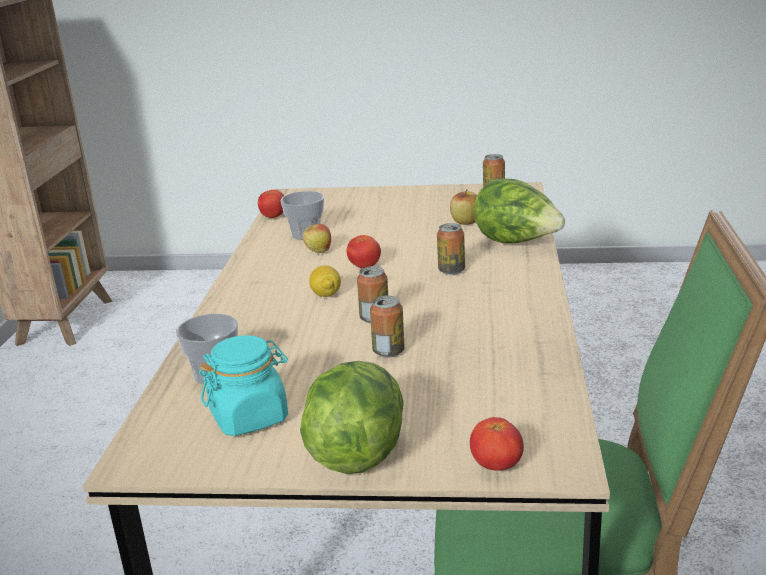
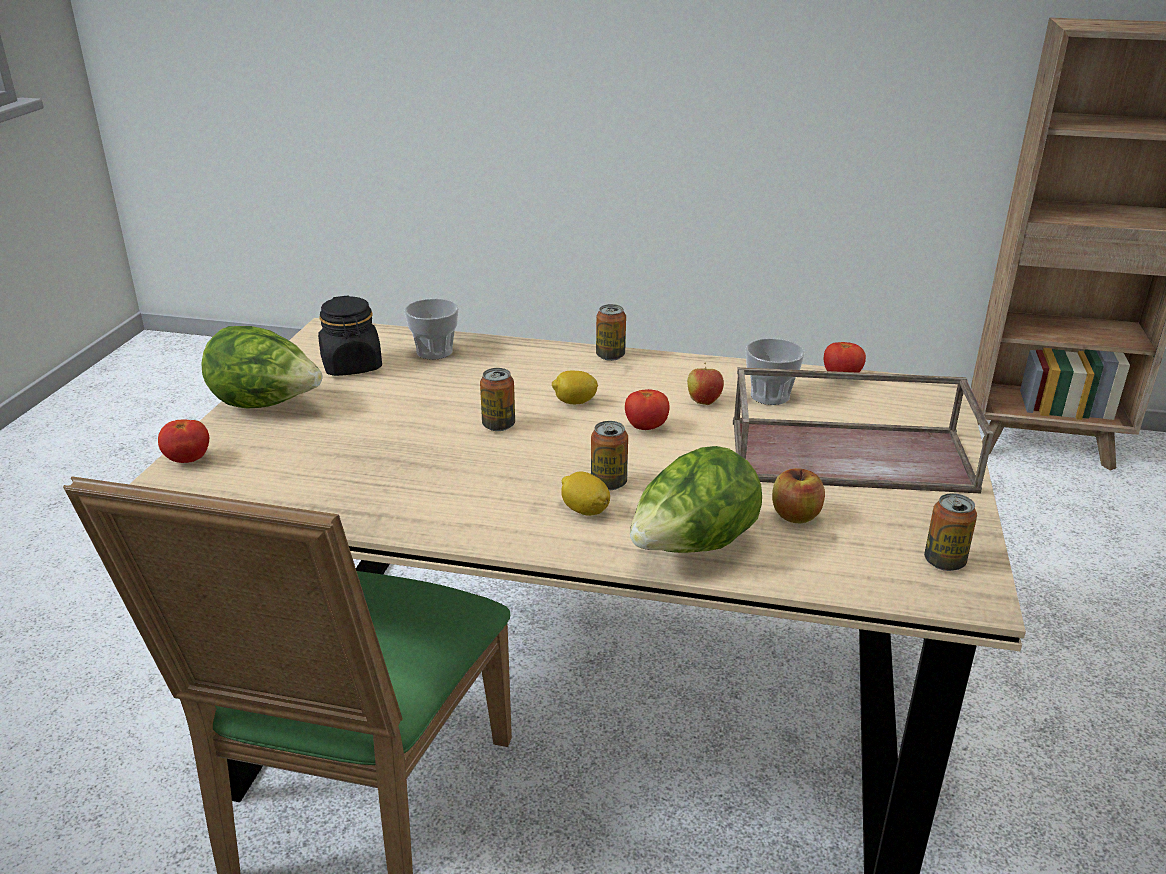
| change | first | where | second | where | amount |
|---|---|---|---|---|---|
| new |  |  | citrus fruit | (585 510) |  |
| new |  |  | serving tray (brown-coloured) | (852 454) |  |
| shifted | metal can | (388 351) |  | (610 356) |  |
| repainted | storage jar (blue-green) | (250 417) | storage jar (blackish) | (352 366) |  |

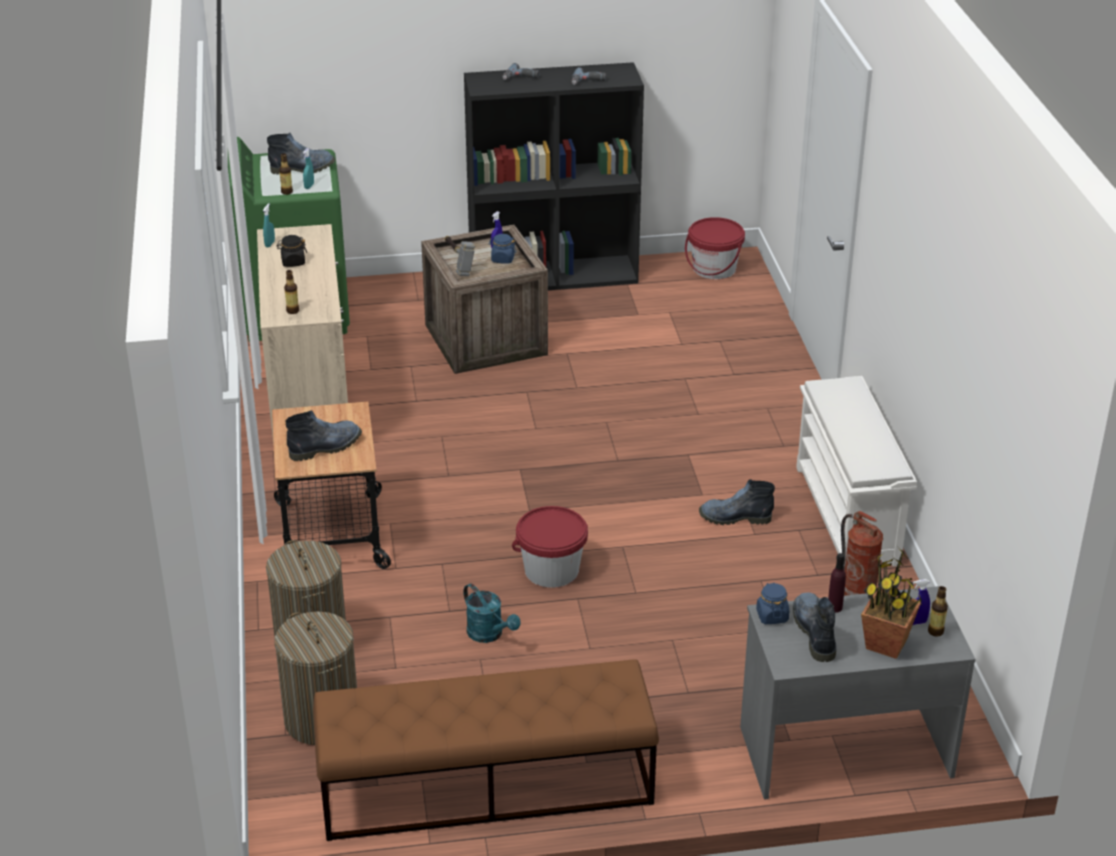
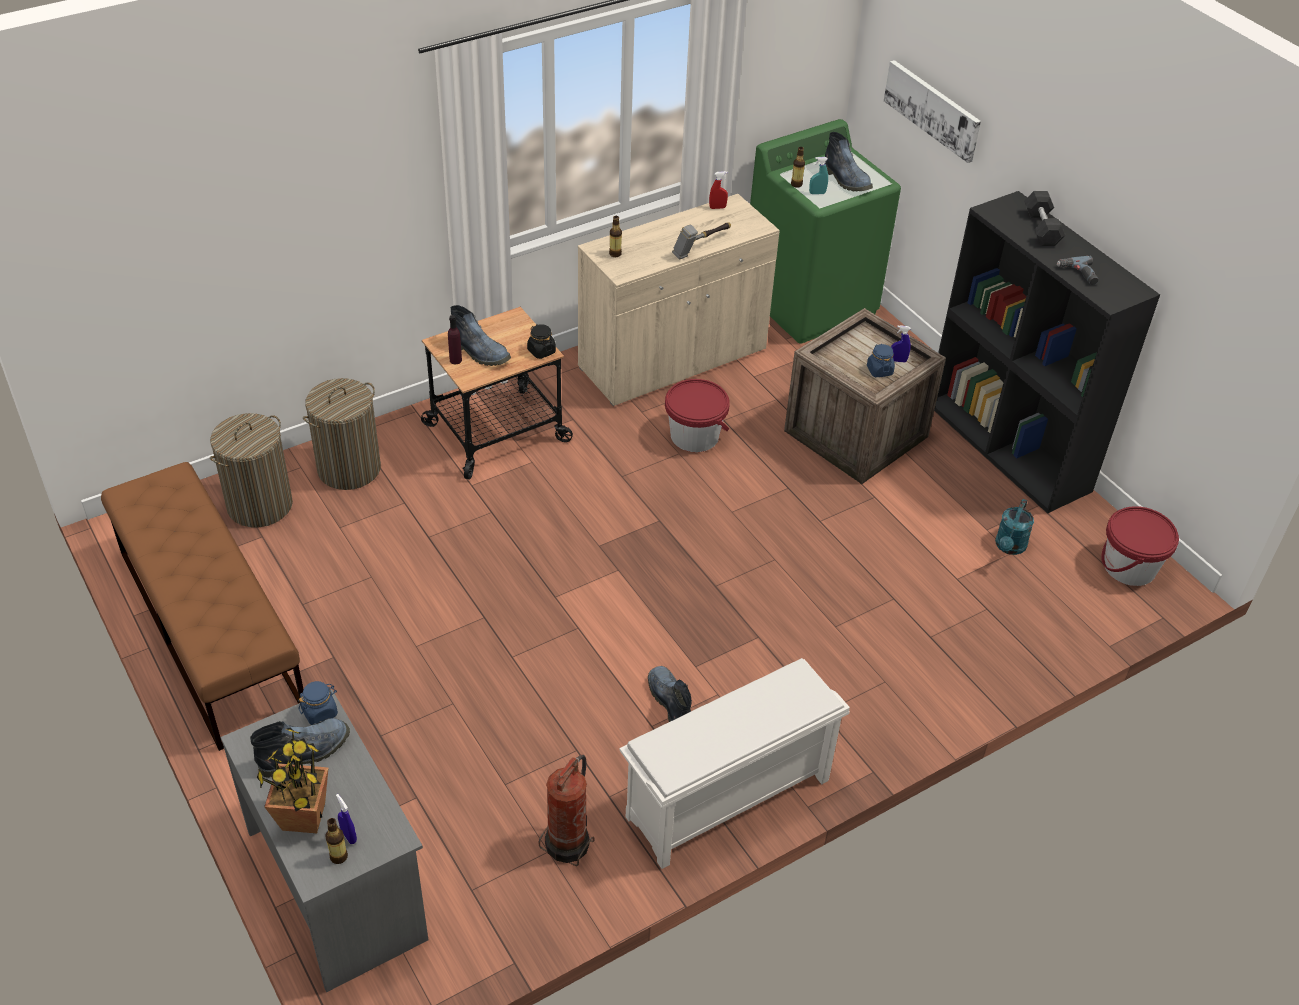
| change | first | where | second | where | amount |
|---|---|---|---|---|---|
| new |  |  | wall art | (933 110) |  |
| shifted | storage jar (blackish) | (293 262) |  | (541 351) |  |
| shifted | tool hammer | (458 262) |  | (701 247) |  |
| shifted | watering pot (blue-green) | (489 634) |  | (1009 547) |  |
| shifted | water bucket (red) | (551 570) |  | (694 436) |  |
| shifted | drink bottle (purplish) | (834 607) |  | (455 360) |  |
| swapped | power drill | (520 78) | hand weight (greyish) | (1041 228) |  |
| repainted | sprayer (blue-green) | (270 244) | sprayer (red) | (717 207) |  |

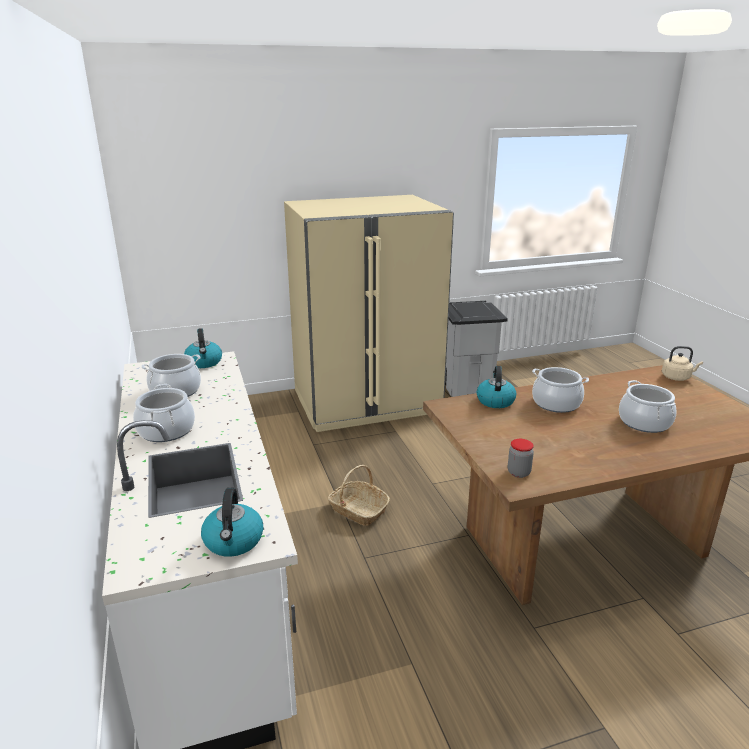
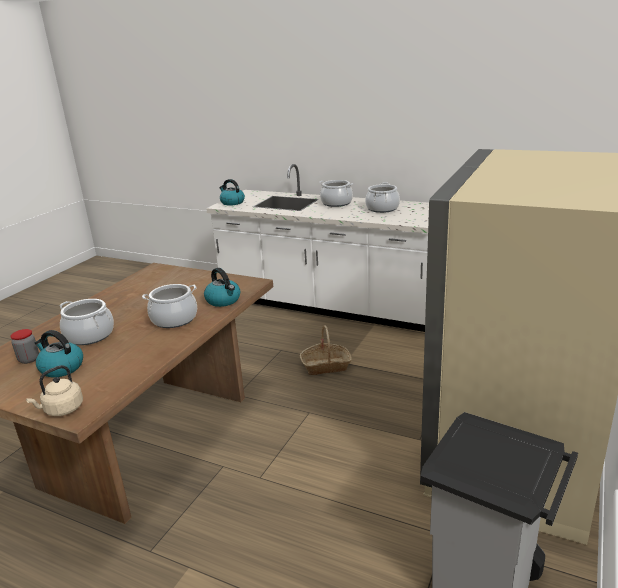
| change | first | where | second | where | amount |
|---|---|---|---|---|---|
| shifted | kettle | (204 363) |  | (61 368) |  |
| shifted | storage jar | (518 472) |  | (29 359) |  |

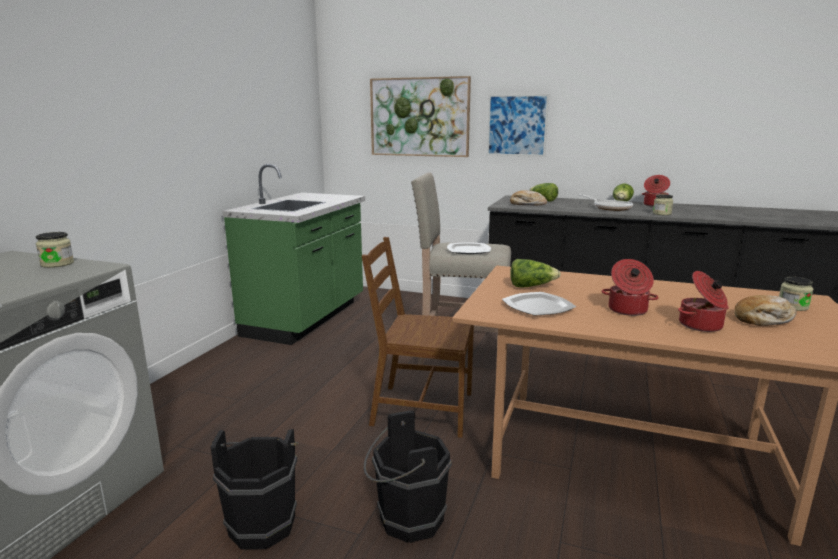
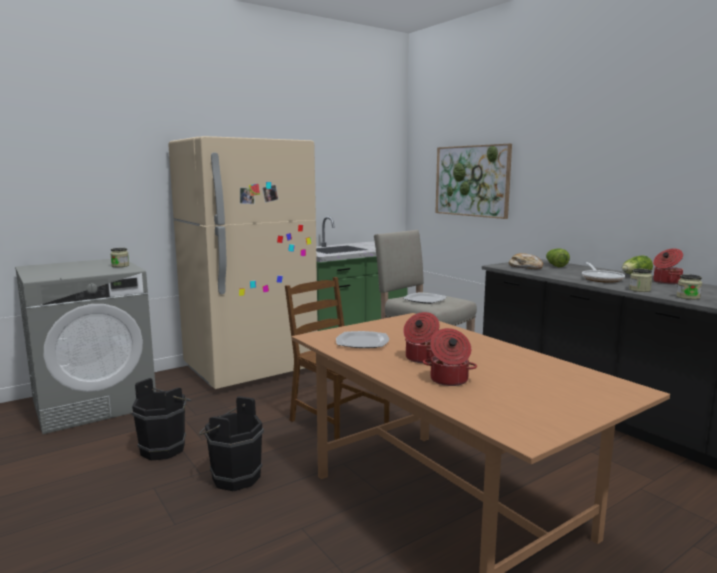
| change | first | where | second | where | amount |
|---|---|---|---|---|---|
| gone | wall art | (517 125) |  |  |  |
| gone | head of lettuce | (531 286) |  |  |  |
| gone | baked bread | (763 319) |  |  |  |
| new |  |  | kitchen fridge (beige-coloured) | (250 369) |  |
| shifted | storage jar | (792 306) |  | (688 297) |  |

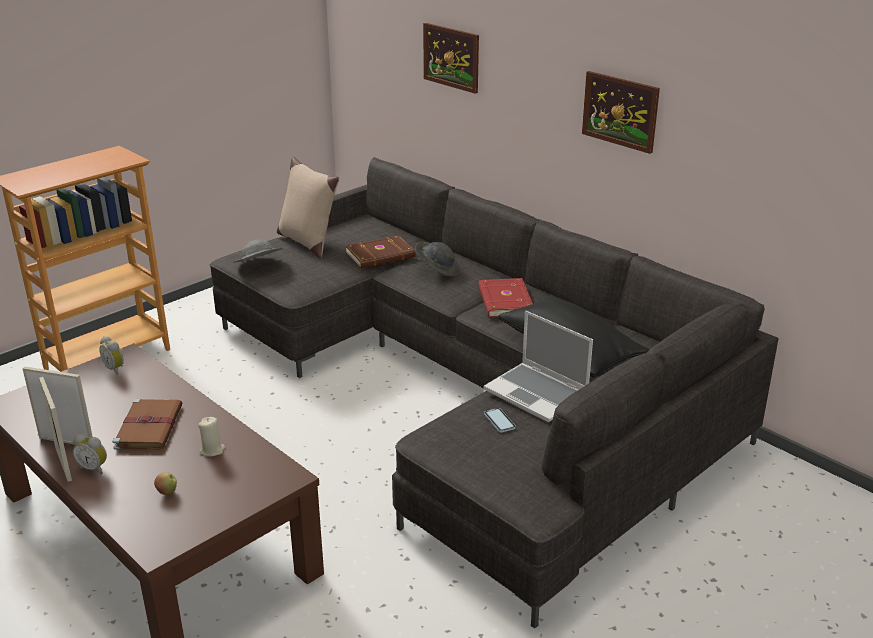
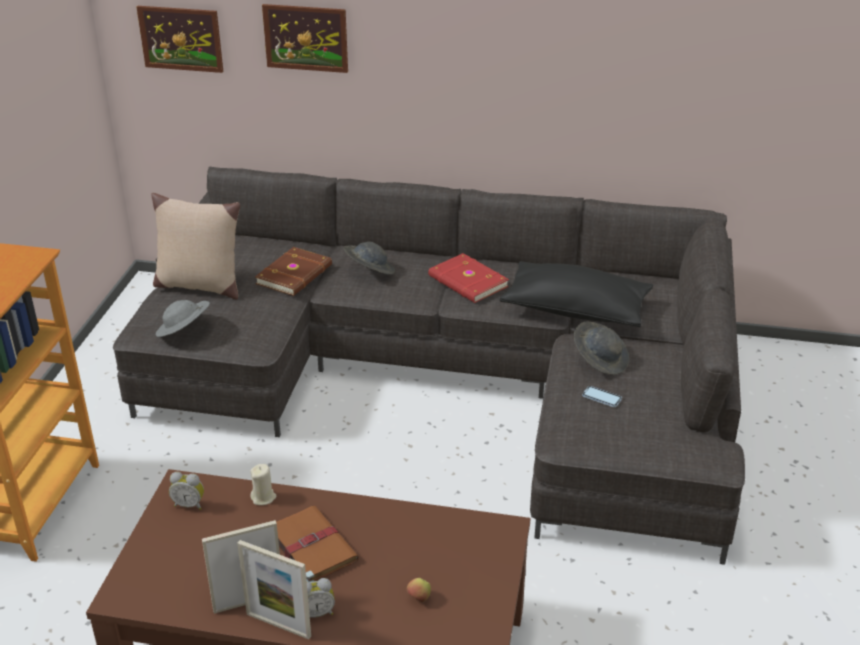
| change | first | where | second | where | amount |
|---|---|---|---|---|---|
| shifted | wax candle (beige-coloured) | (212 450) |  | (263 497) |  |
| shifted | wall art | (620 111) |  | (181 38) |  |
| swapped | laptop | (538 394) | clothing hat (greyish) | (600 360) |  |

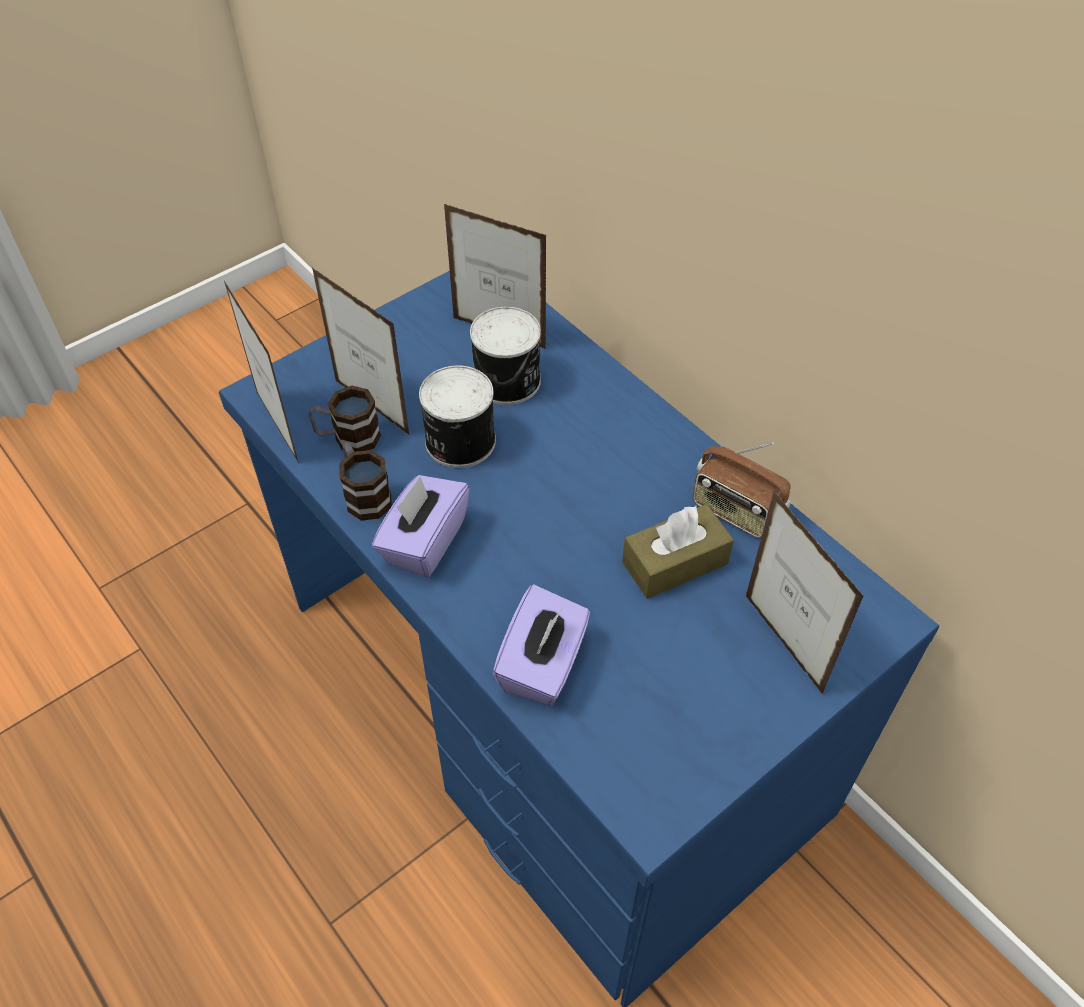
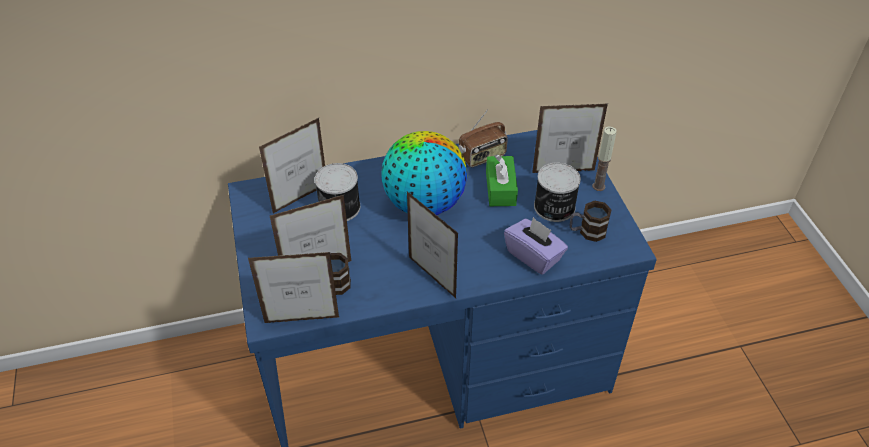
| change | first | where | second | where | amount |
|---|---|---|---|---|---|
| new |  |  | world globe | (424 203) |  |
| new |  |  | wax candle | (598 186) |  |
| shifted | coffee mug | (364 494) |  | (587 232) |  |
| shifted | metal can | (458 441) |  | (554 207) |  |
| swapped | tissue box (purplish) | (424 542) | photo frame | (432 277) |  |
| repainted | tissue box (brown-coloured) | (675 563) | tissue box (greenish) | (500 188) |  |

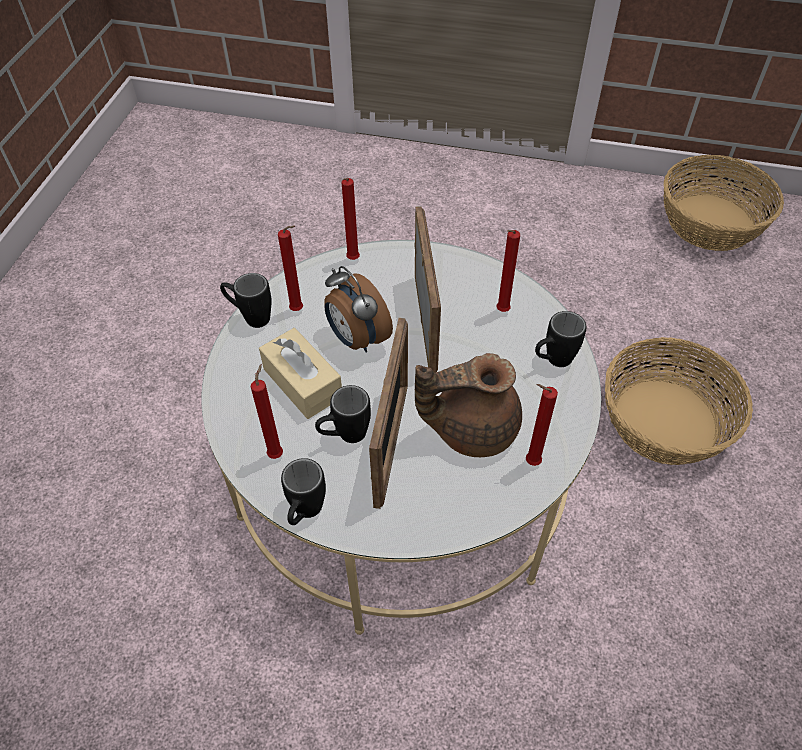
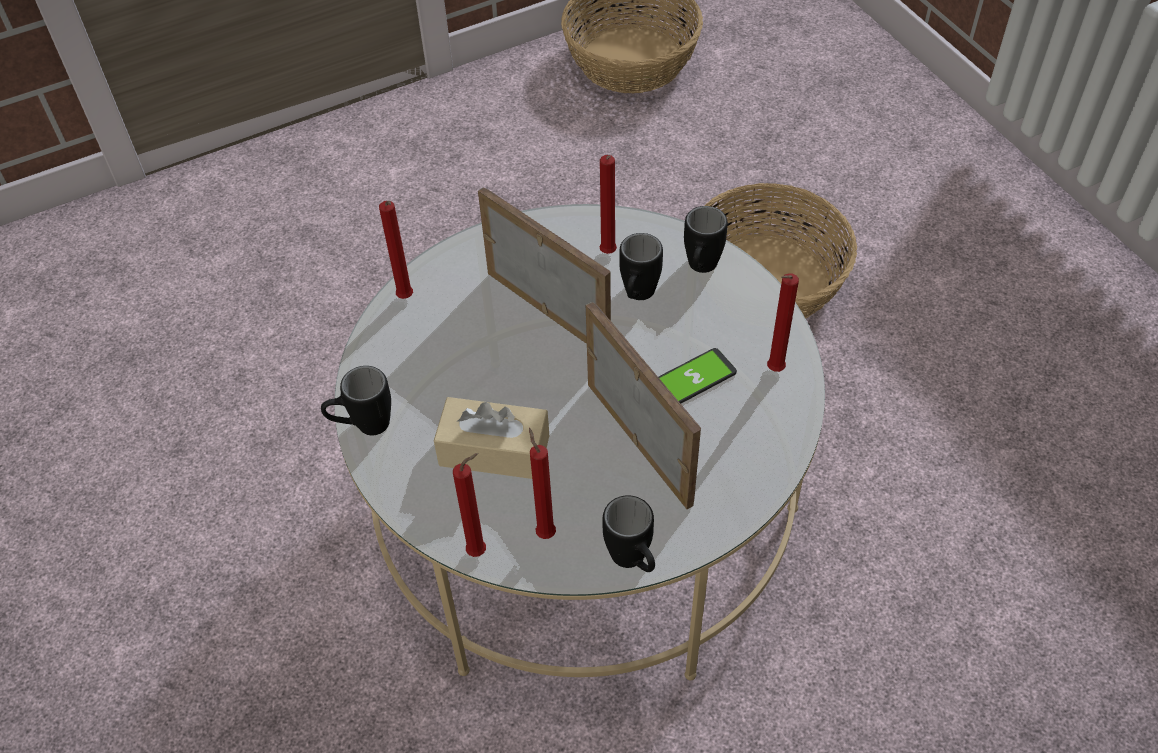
| change | first | where | second | where | amount |
|---|---|---|---|---|---|
| gone | table clock | (356 339) |  |  |  |
| shifted | wax candle (red) | (299 310) |  | (480 551) |  |
| shifted | coffee mug (blackish) | (344 436) |  | (637 297) |  |
| swapped | pot for tea (brown-coloured) | (471 428) | phone | (694 378) |  |

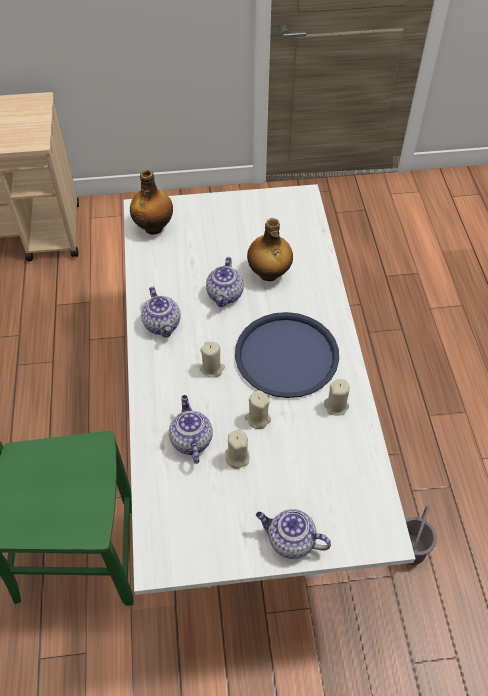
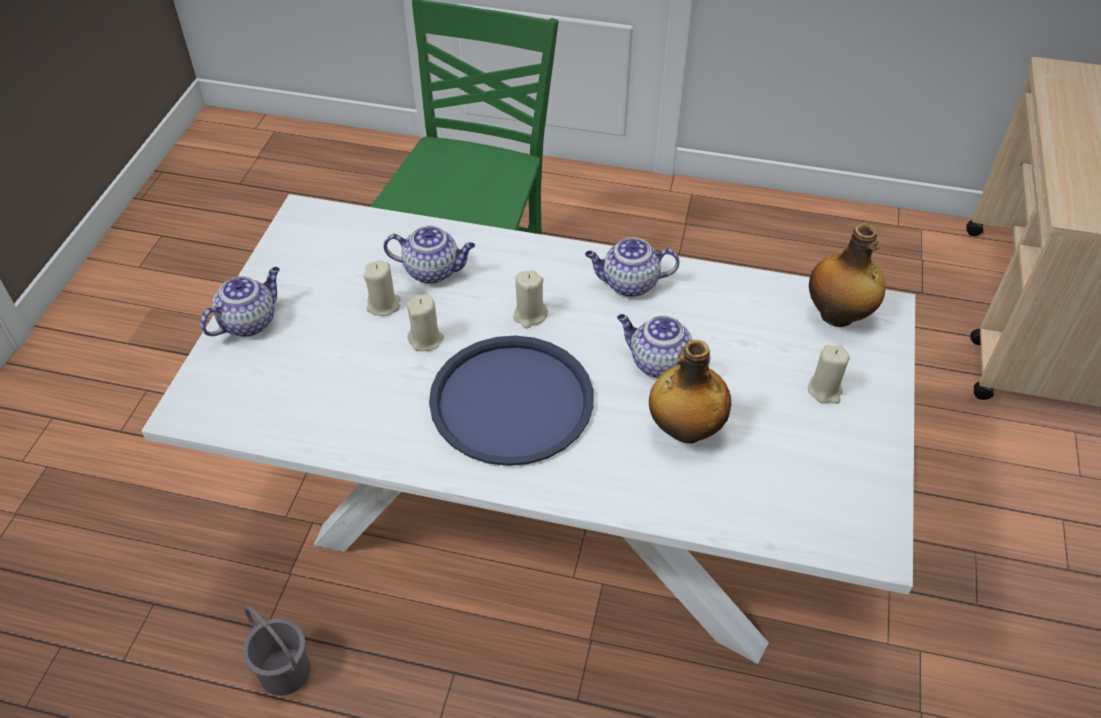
| change | first | where | second | where | amount |
|---|---|---|---|---|---|
| shifted | wax candle (beige-coloured) | (336 406) |  | (825 390) |  |

